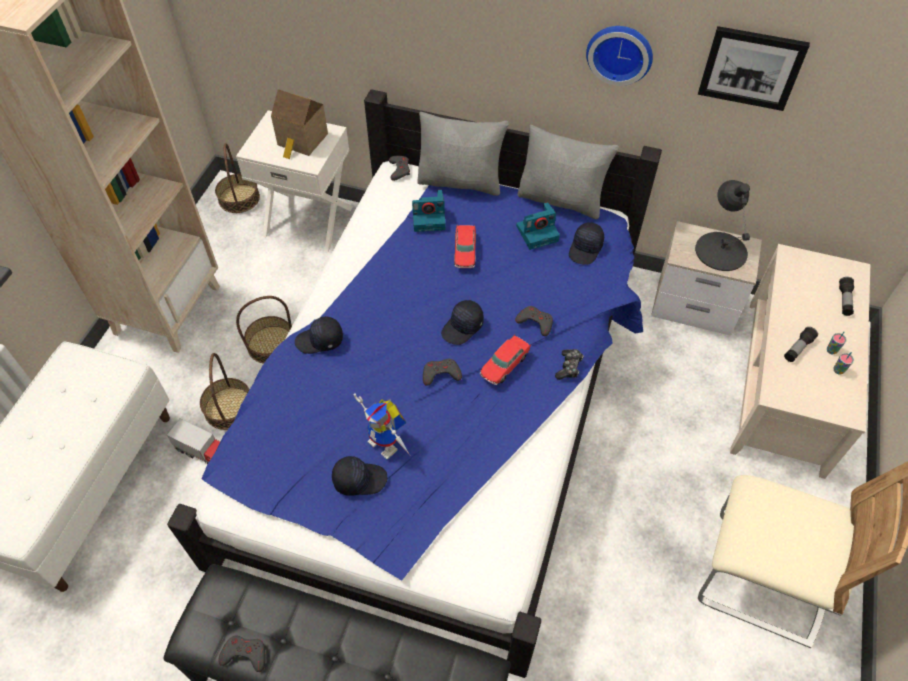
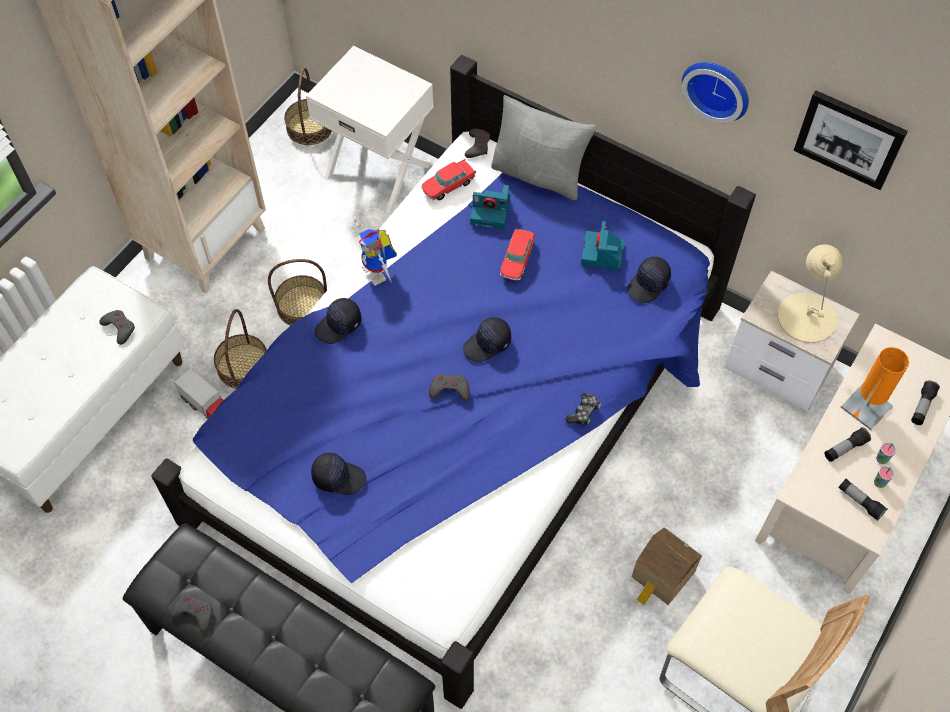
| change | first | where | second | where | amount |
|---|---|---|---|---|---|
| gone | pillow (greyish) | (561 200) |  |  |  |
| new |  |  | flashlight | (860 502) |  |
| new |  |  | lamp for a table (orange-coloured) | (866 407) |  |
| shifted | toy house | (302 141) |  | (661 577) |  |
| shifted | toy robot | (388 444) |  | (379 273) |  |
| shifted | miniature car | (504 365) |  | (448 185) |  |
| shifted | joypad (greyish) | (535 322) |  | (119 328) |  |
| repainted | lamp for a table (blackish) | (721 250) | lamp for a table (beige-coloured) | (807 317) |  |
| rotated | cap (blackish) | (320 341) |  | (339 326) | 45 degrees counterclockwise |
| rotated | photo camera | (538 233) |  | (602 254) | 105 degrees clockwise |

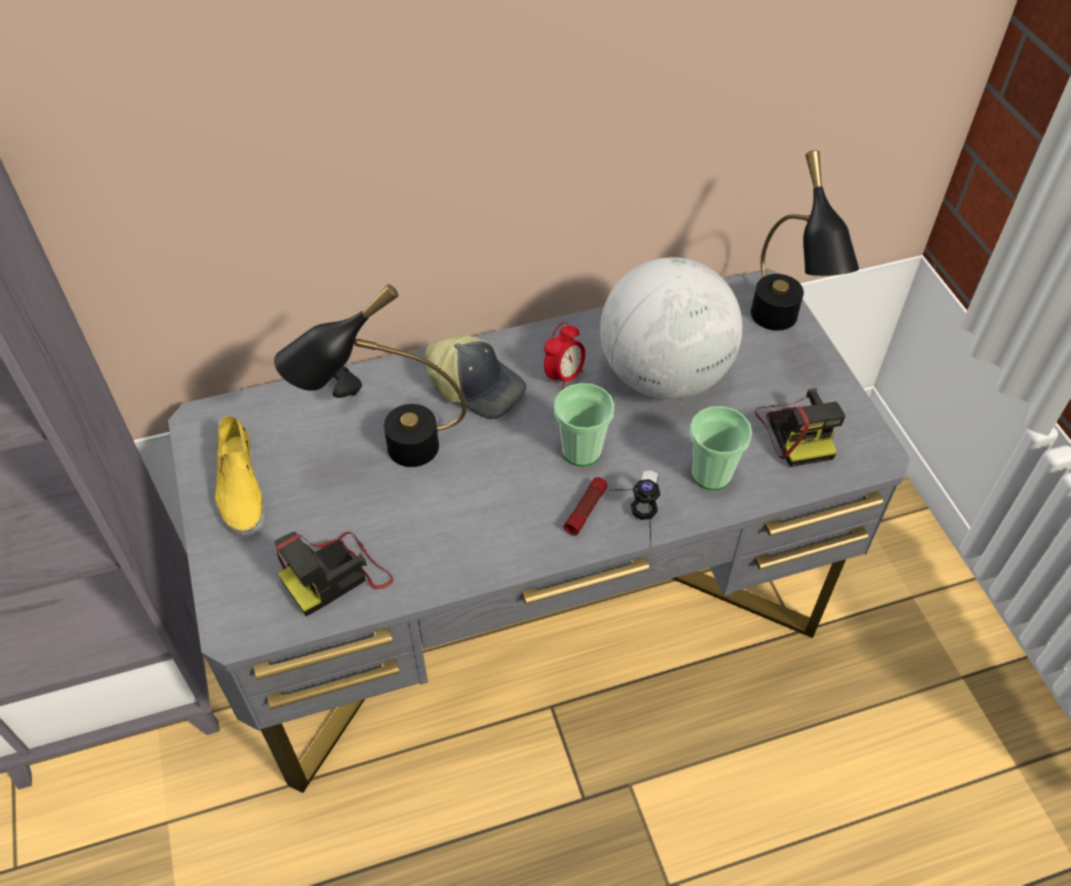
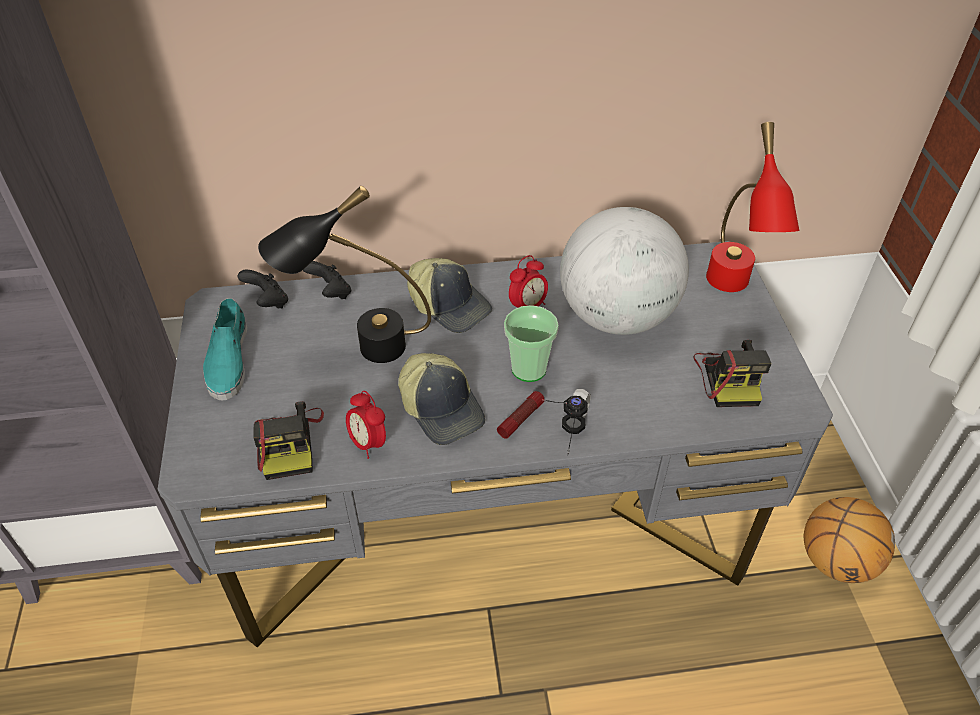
| change | first | where | second | where | amount |
|---|---|---|---|---|---|
| gone | cup | (711 474) |  |  |  |
| new |  |  | joypad (blackish) | (268 302) |  |
| new |  |  | table clock | (368 443) |  |
| new |  |  | cap | (442 408) |  |
| new |  |  | basketball ball | (835 561) |  |
| repainted | shoe (yellow) | (239 487) | shoe (blue-green) | (228 360) |  |
| repainted | lamp for a table (blackish) | (782 330) | lamp for a table (red) | (732 292) |  |
| rotated | photo camera | (336 576) |  | (289 443) | 75 degrees counterclockwise |

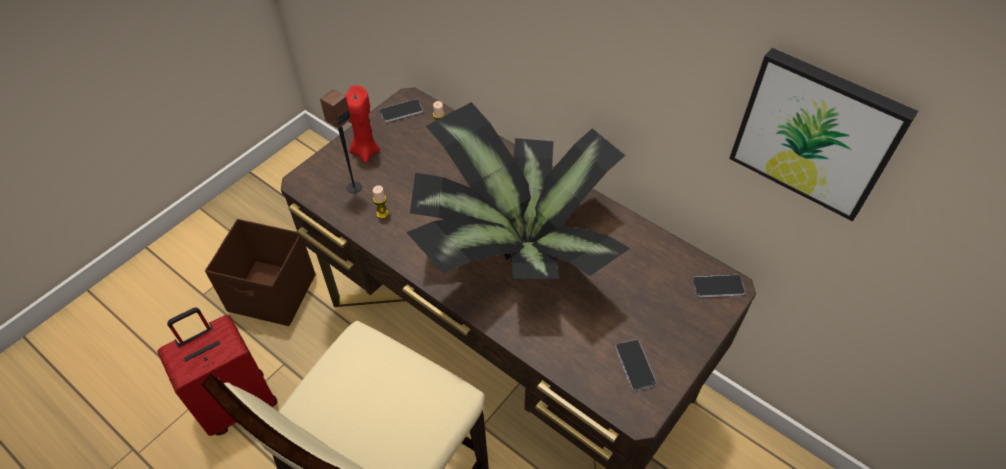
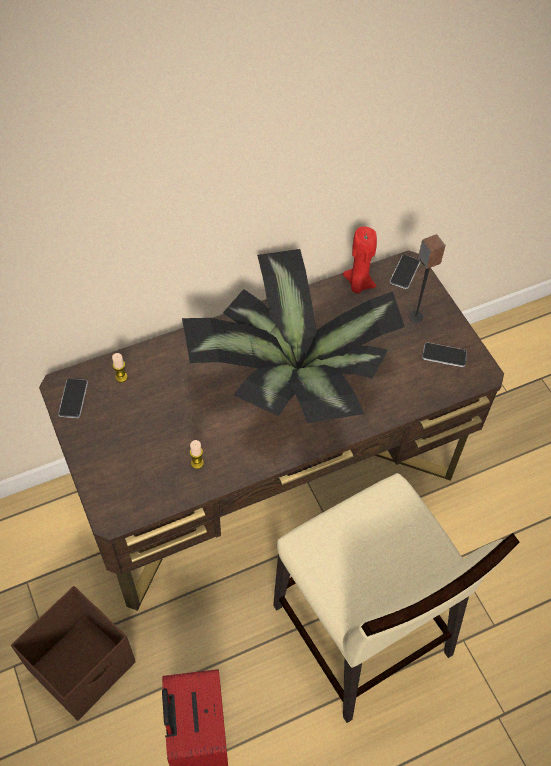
| change | first | where | second | where | amount |
|---|---|---|---|---|---|
| gone | wall art | (817 133) |  |  |  |
| shifted | loudspeaker | (354 187) |  | (415 317) |  |
| shifted | wax candle (red) | (365 151) |  | (358 284) |  |

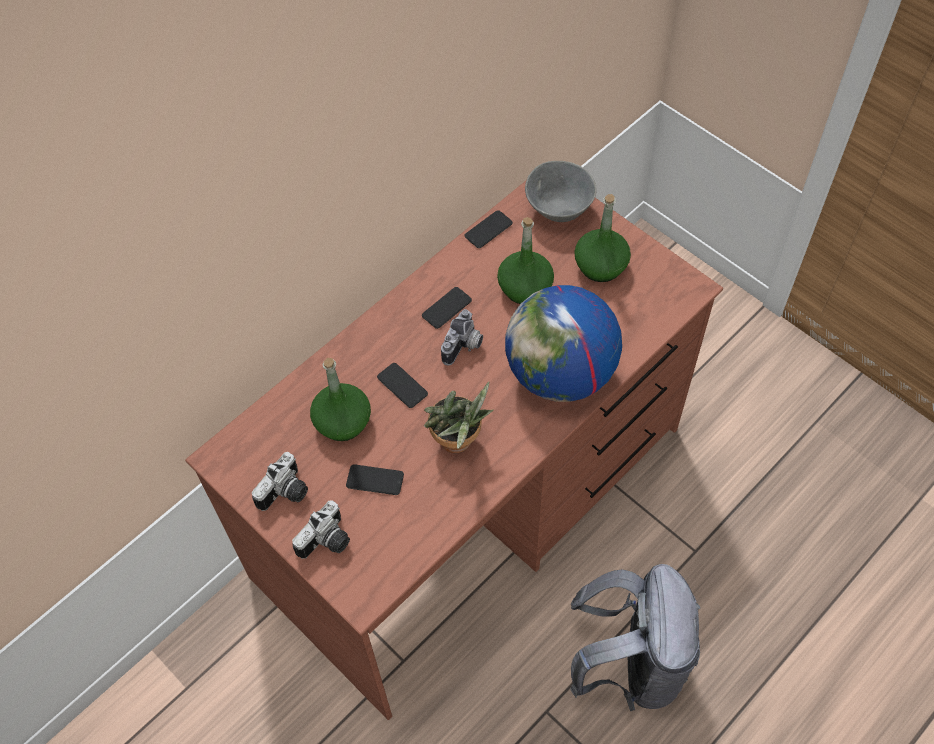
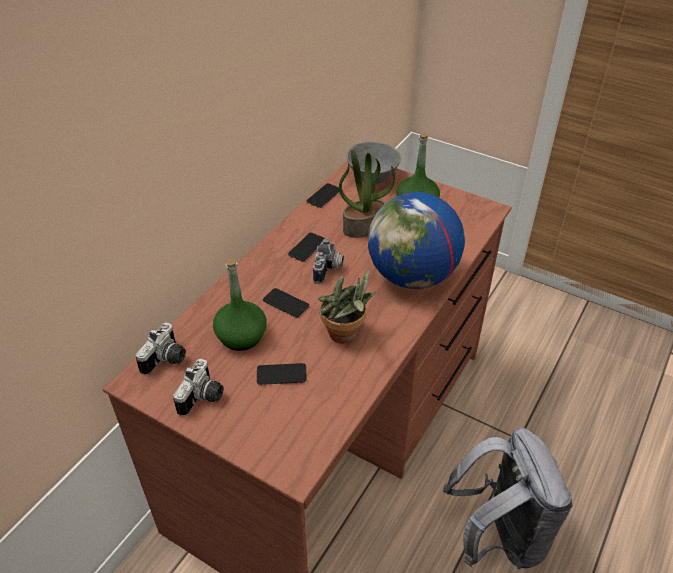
| change | first | where | second | where | amount |
|---|---|---|---|---|---|
| shifted | photo camera | (327 542) |  | (166 360) |  |
| swapped | drink bottle (greenish) | (525 287) | plant in a pot | (364 226) |  |

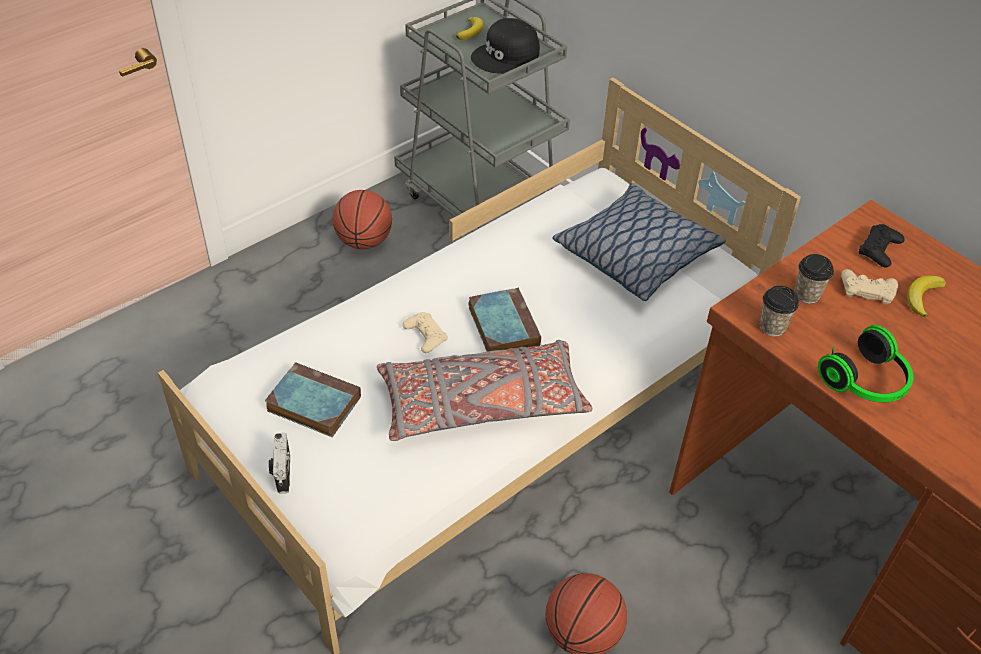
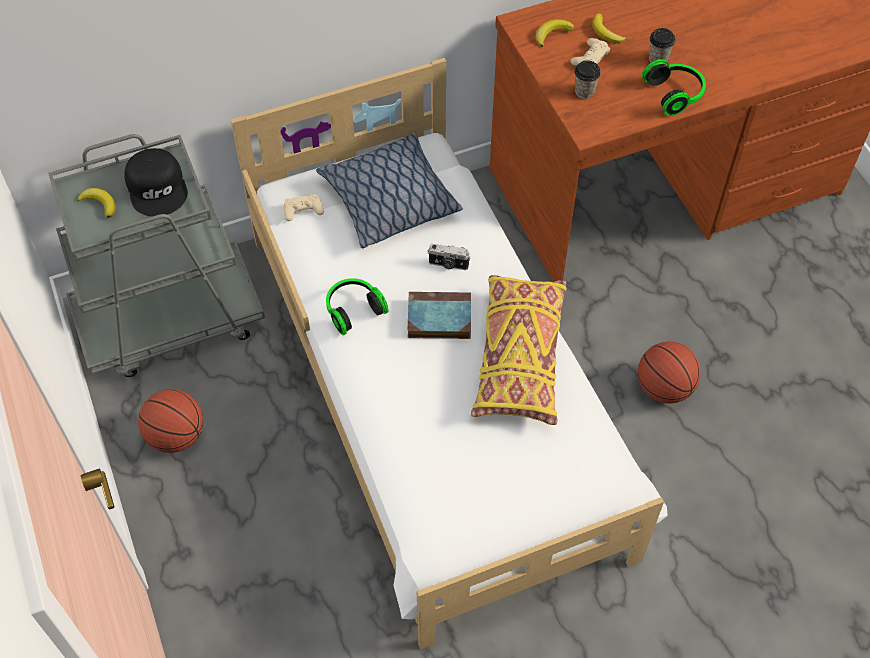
| change | first | where | second | where | amount |
|---|---|---|---|---|---|
| gone | volume | (312 404) |  |  |  |
| new |  |  | headset | (353 309) |  |
| shifted | photo camera | (281 472) |  | (448 265) |  |
| shifted | joypad (beige-coloured) | (425 335) |  | (303 210) |  |
| shifted | cup | (772 327) |  | (658 59) |  |
| swapped | joypad (blackish) | (879 249) | whole banana | (552 34) |  |
| repainted | pillow (greyish) | (482 404) | pillow (yellow) | (519 357) |  |

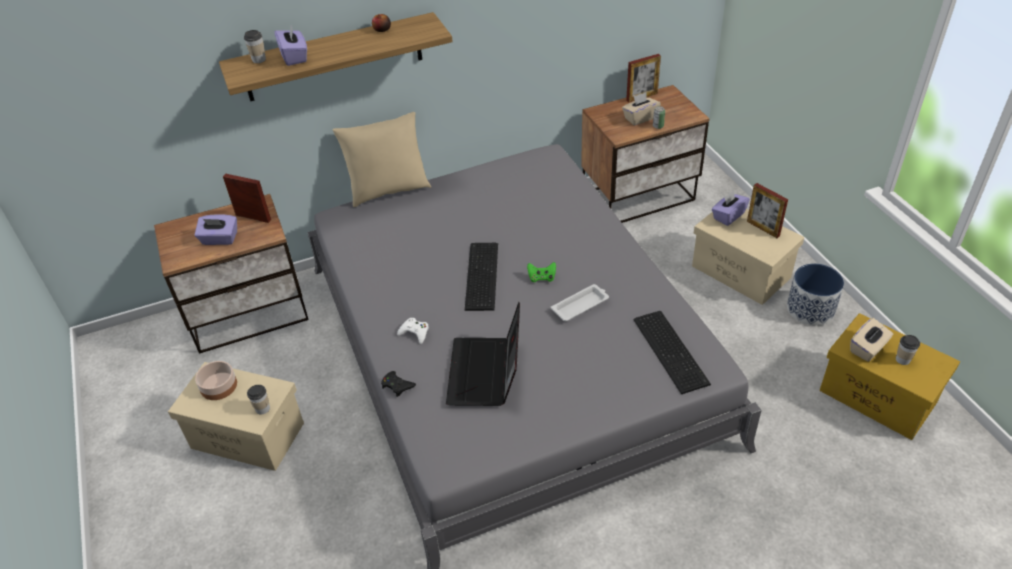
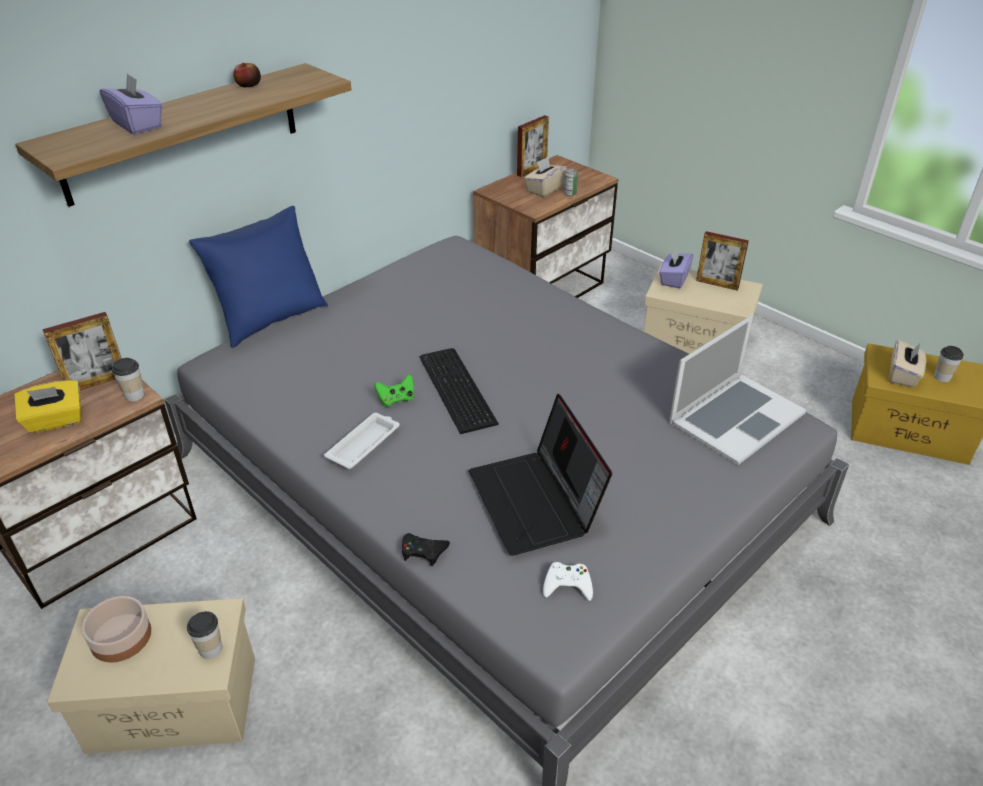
| change | first | where | second | where | amount |
|---|---|---|---|---|---|
| gone | plant pot | (810 309) |  |  |  |
| shifted | cup | (259 59) |  | (134 395) |  |
| shifted | joypad (whitish) | (415 332) |  | (567 585) |  |
| shifted | joypad (greenish) | (542 278) |  | (396 399) |  |
| shifted | serving tray (whitish) | (581 305) |  | (364 444) |  |
| swapped | computer keyboard | (671 349) | laptop | (736 417) |  |
| repainted | tissue box (purplish) | (220 239) | tissue box (yellow) | (56 421) |  |
| repainted | pillow (beige-coloured) | (388 190) | pillow (blue) | (271 320) |  |
| rotated | photo frame | (253 217) |  | (97 382) | 150 degrees clockwise |

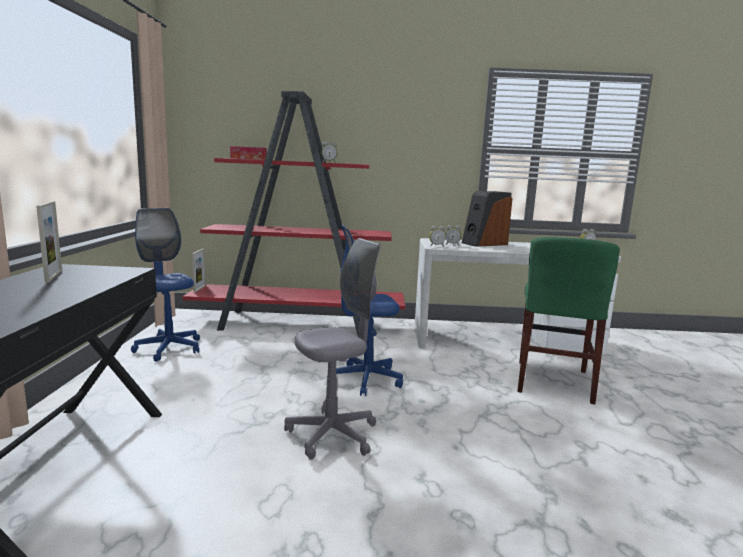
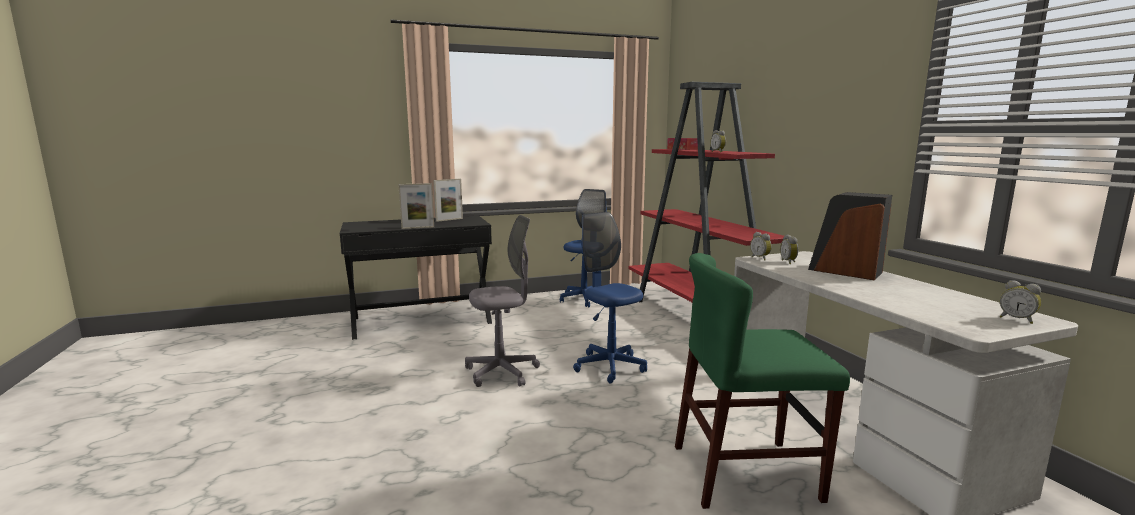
| change | first | where | second | where | amount |
|---|---|---|---|---|---|
| shifted | photo frame | (199 288) |  | (418 228) |  |
| rotated | desk chair (greyish) | (332 435) |  | (502 372) | 60 degrees counterclockwise |

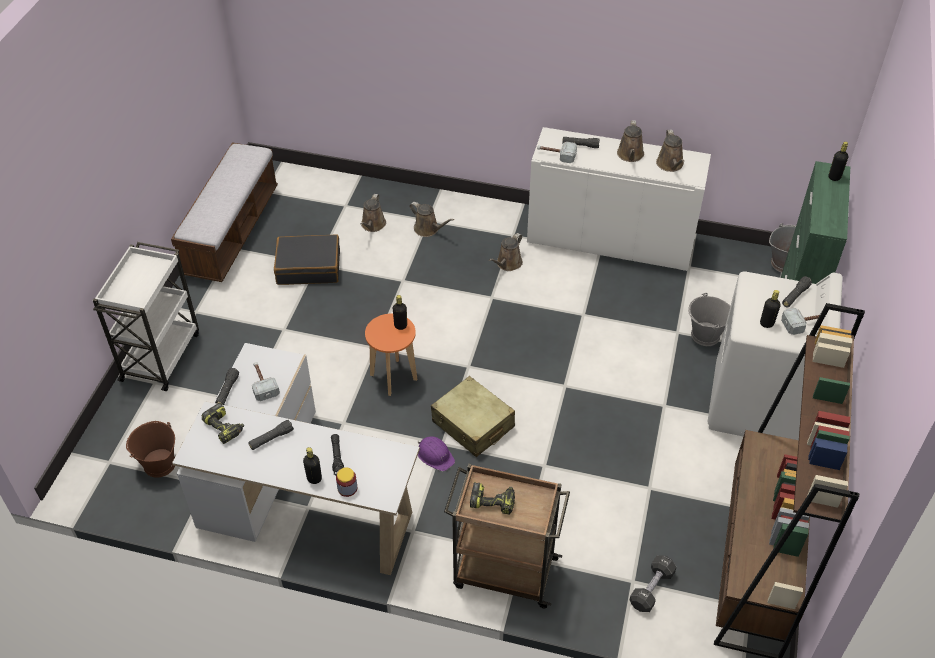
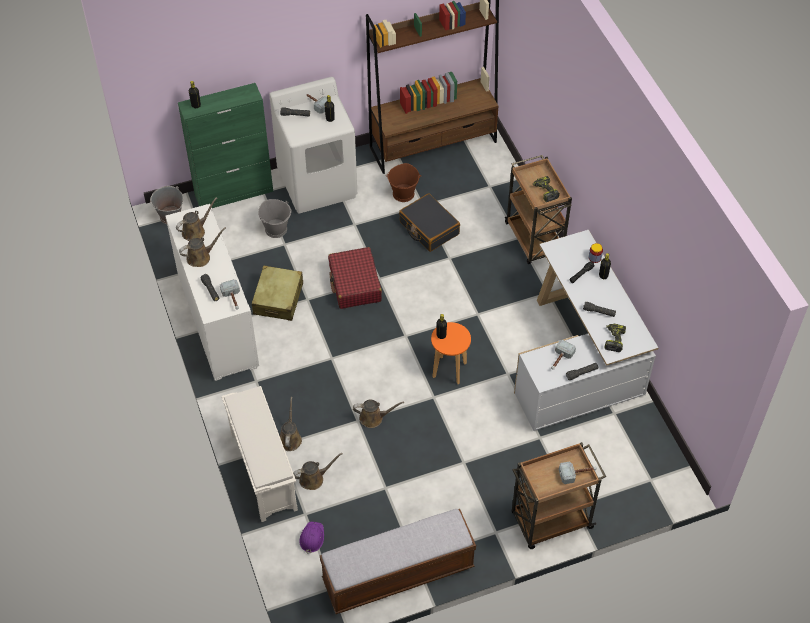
| change | first | where | second | where | amount |
|---|---|---|---|---|---|
| gone | hand weight (blackish) | (651 589) |  |  |  |
| new |  |  | shoe rack (whitish) | (262 470) |  |
| new |  |  | suitcase (red) | (355 284) |  |
| new |  |  | tool hammer | (577 473) |  |
| shifted | water bucket (brown-coloured) | (159 464) |  | (403 194) |  |
| shifted | suitcase (blackish) | (308 267) |  | (429 228) |  |
| shifted | work helmet (purplish) | (435 455) |  | (312 538) |  |
| shifted | suitcase (beige-coloured) | (473 424) |  | (278 299) |  |
| shifted | watering pot (brown-coloured) | (507 264) |  | (373 418) |  |
| repainted | trolley (whitish) | (161 355) | trolley (brown-coloured) | (550 521) |  |

